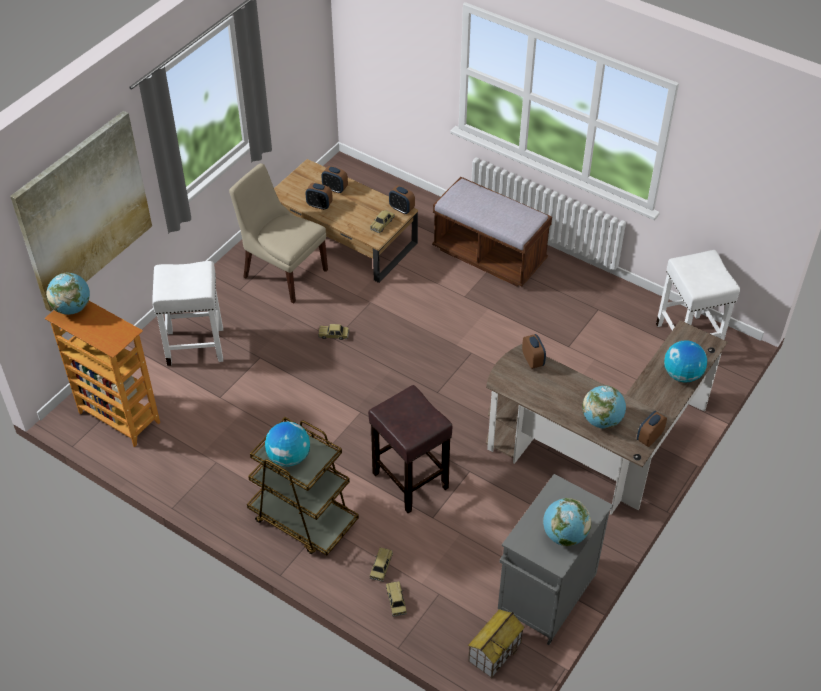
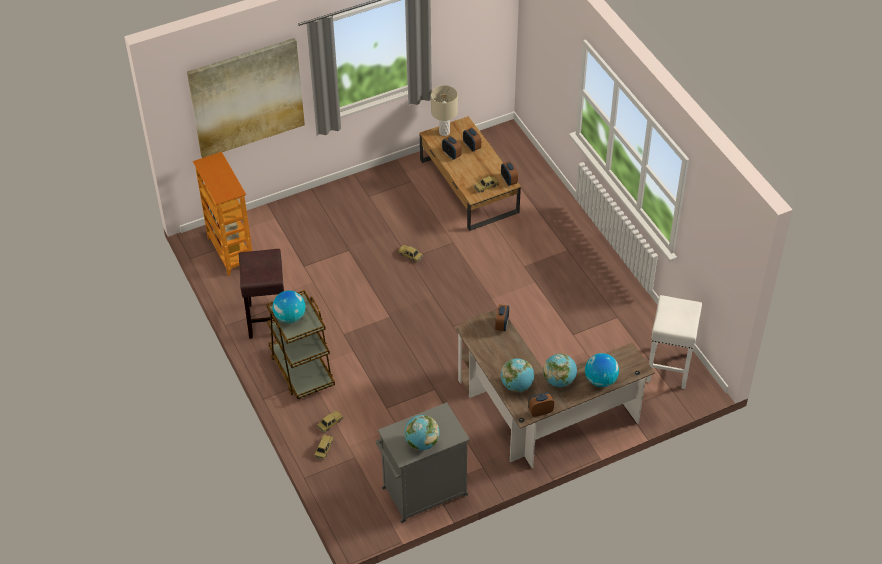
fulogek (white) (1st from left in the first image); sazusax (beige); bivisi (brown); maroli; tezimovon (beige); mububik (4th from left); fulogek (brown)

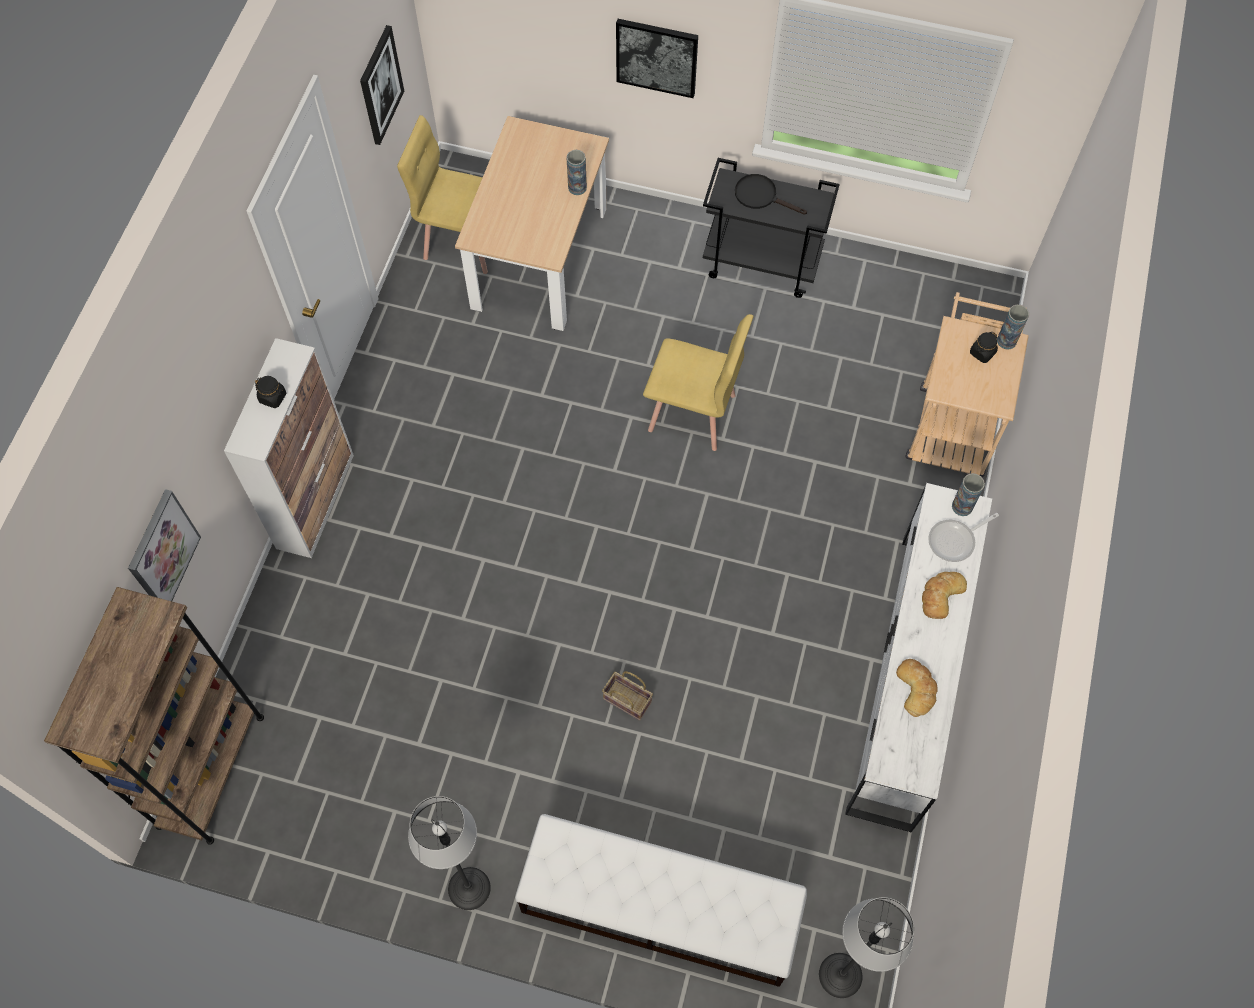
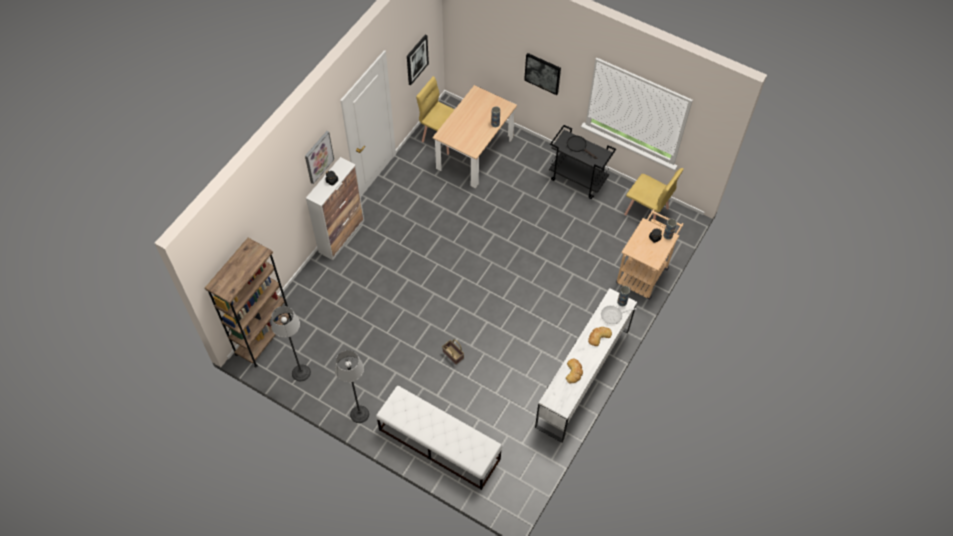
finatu (1st from left); sazusax (yellow) (2nd from left); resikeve (1st from left)

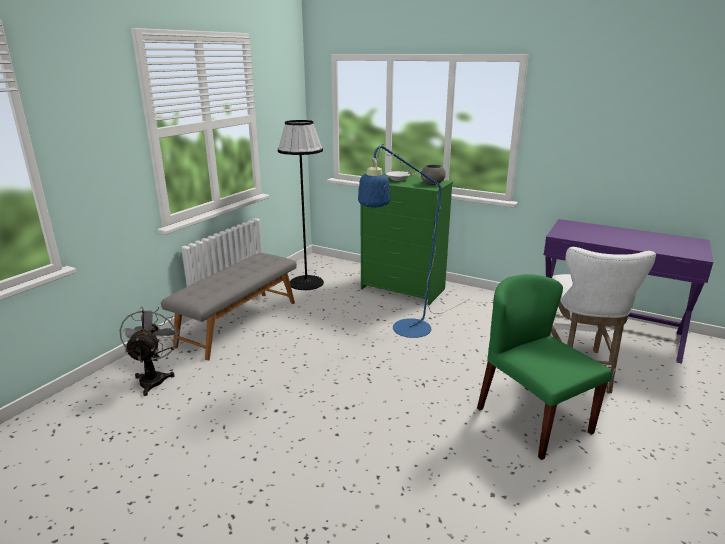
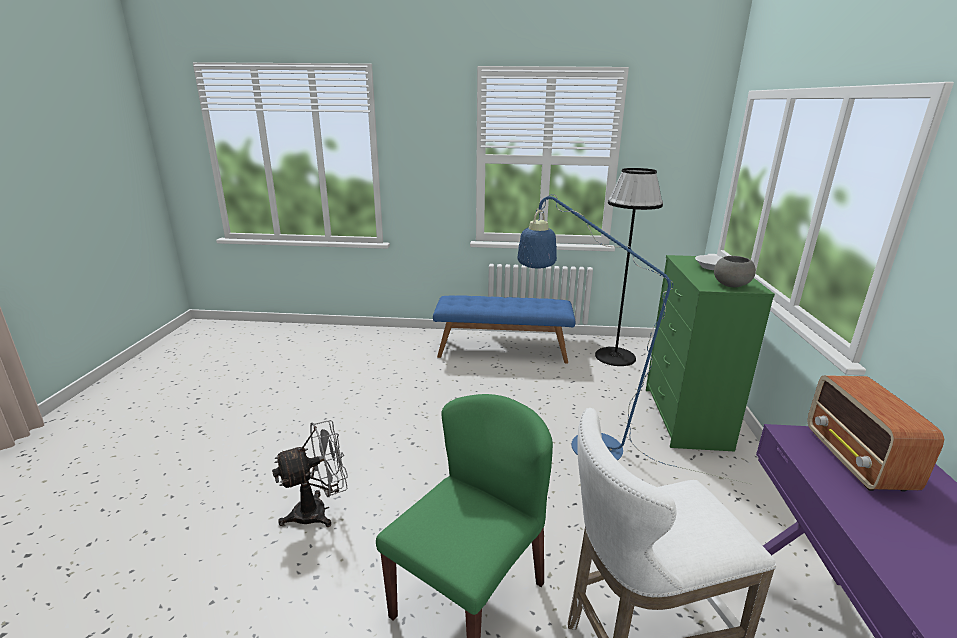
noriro; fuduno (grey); bivisi (blue)

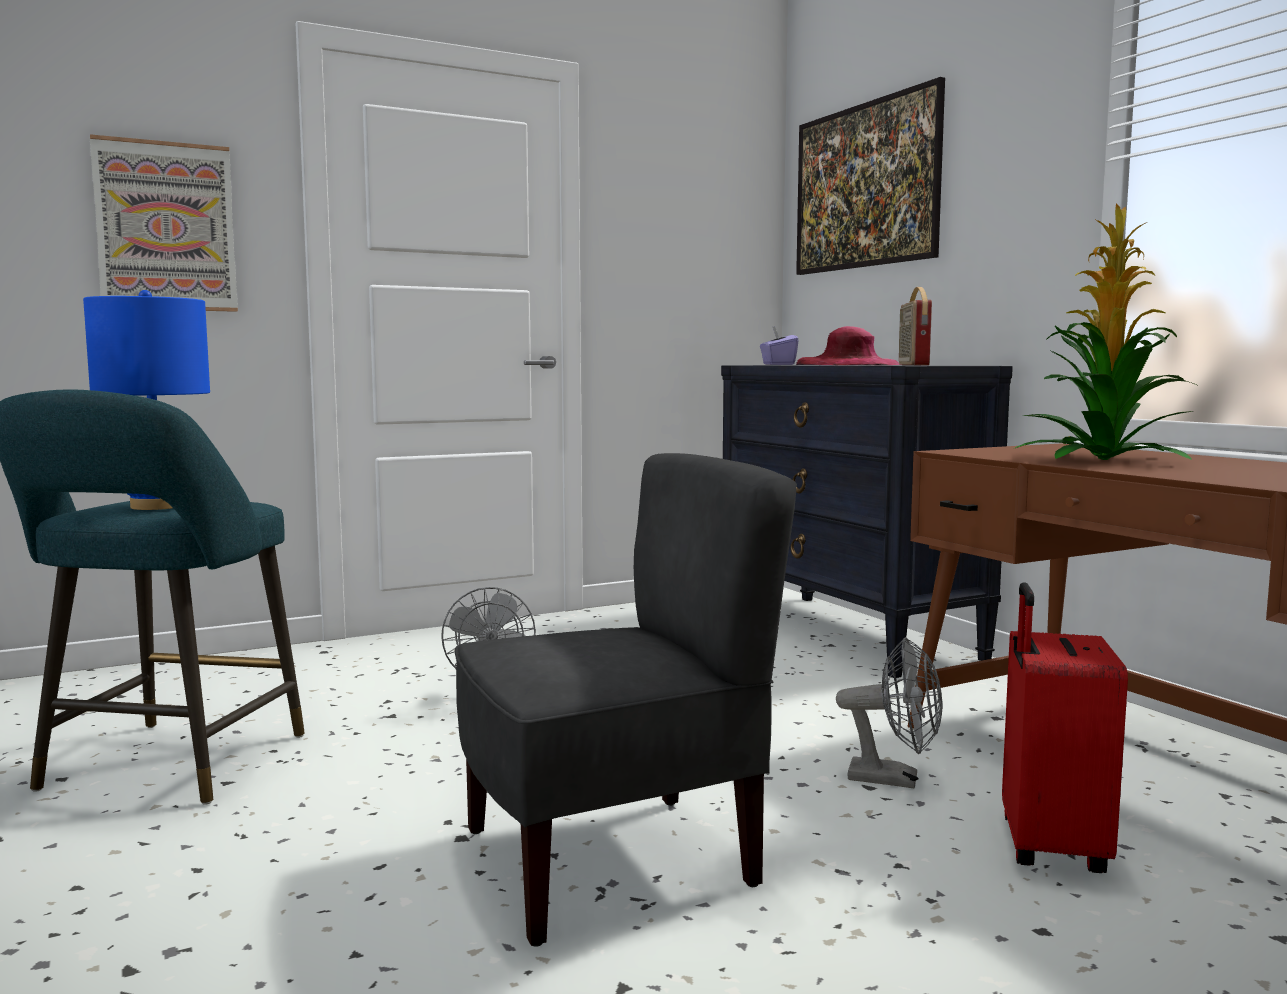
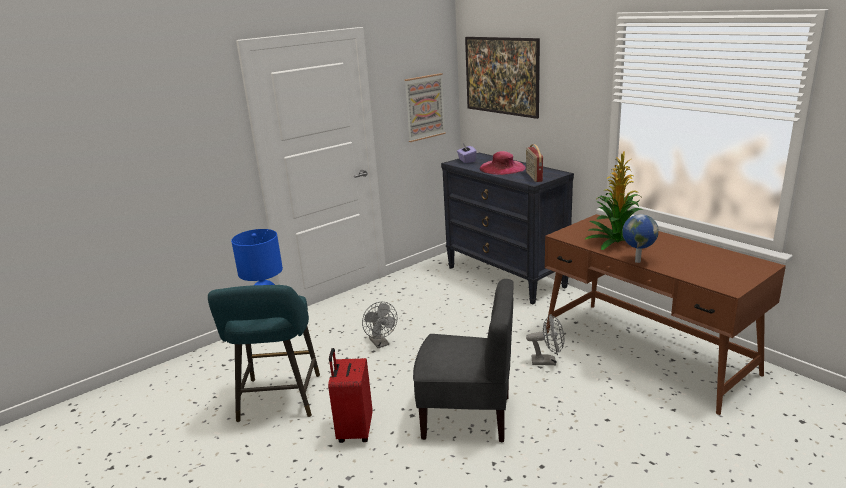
mububik; finatu (1st from left); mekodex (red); sazusax (grey)

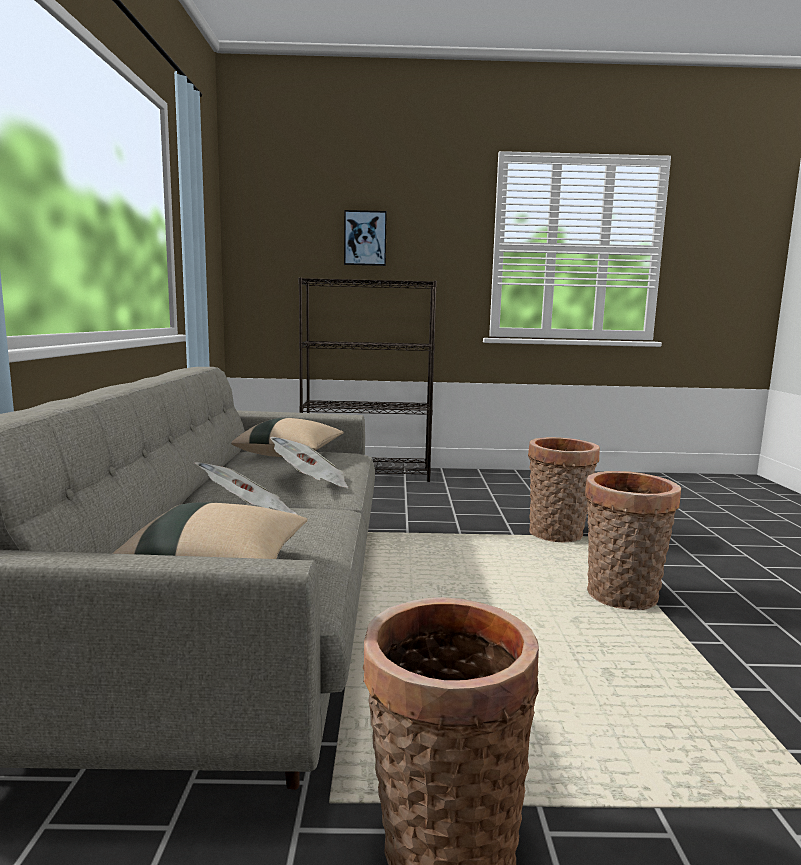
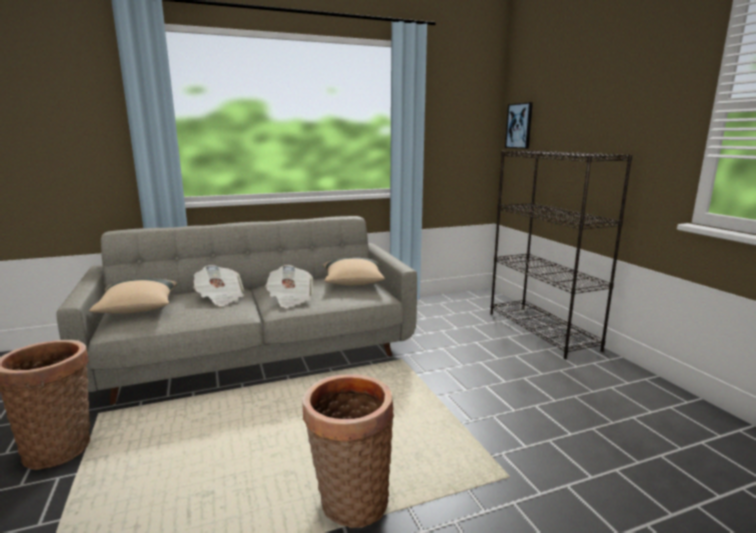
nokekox (2nd from left in the first image); finatu

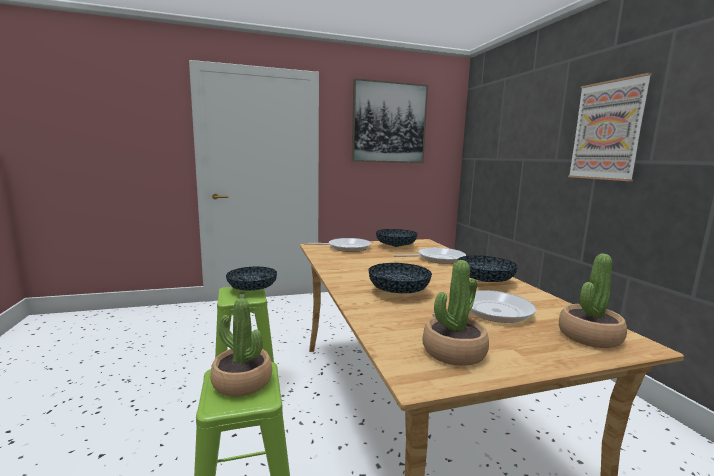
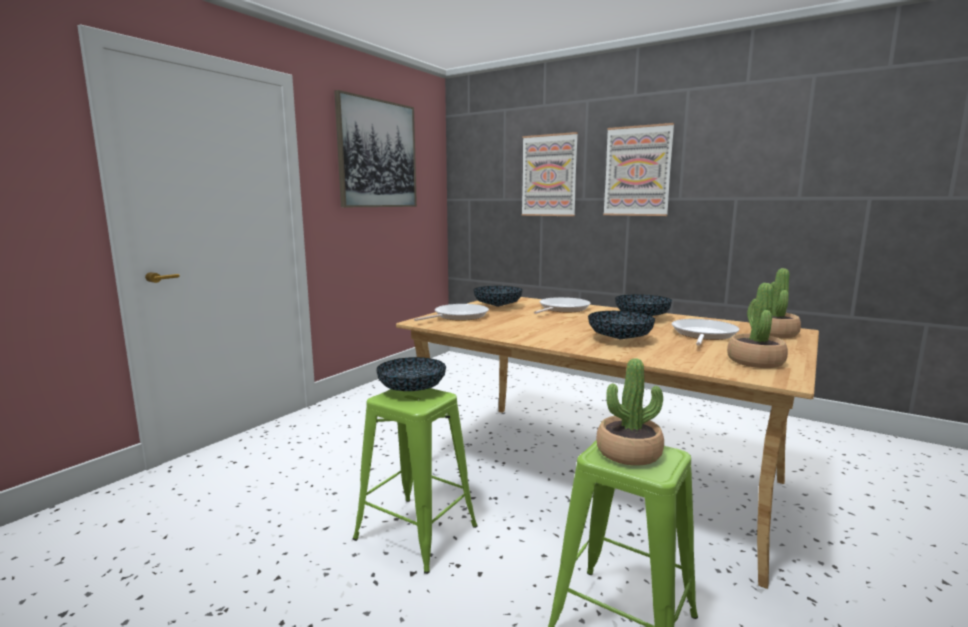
finatu (2nd from left)

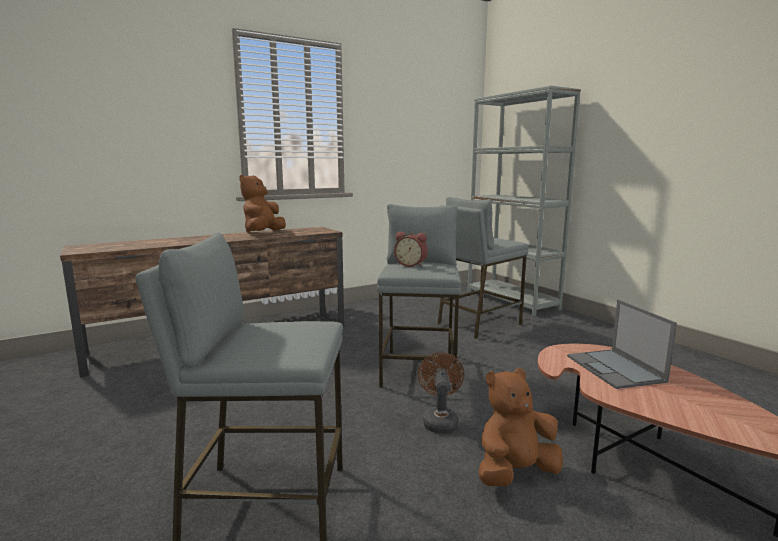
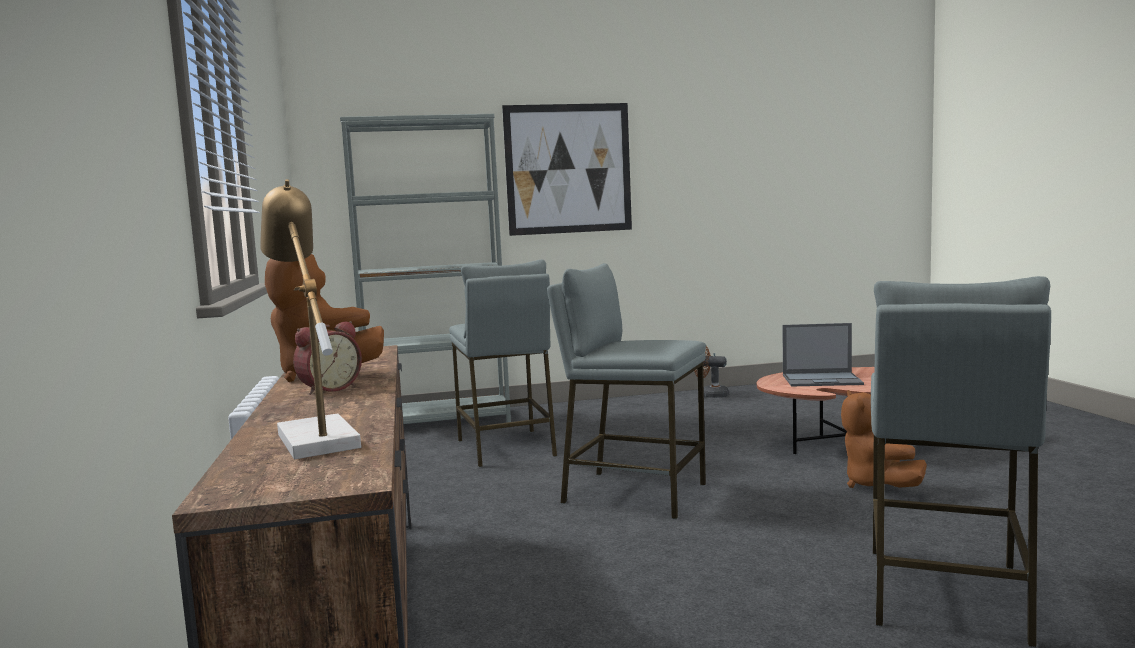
tezimovon; finatu; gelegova; fuduno (brown)

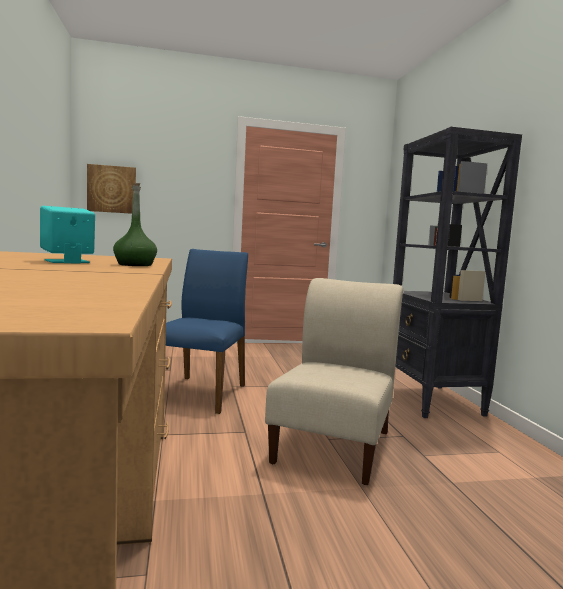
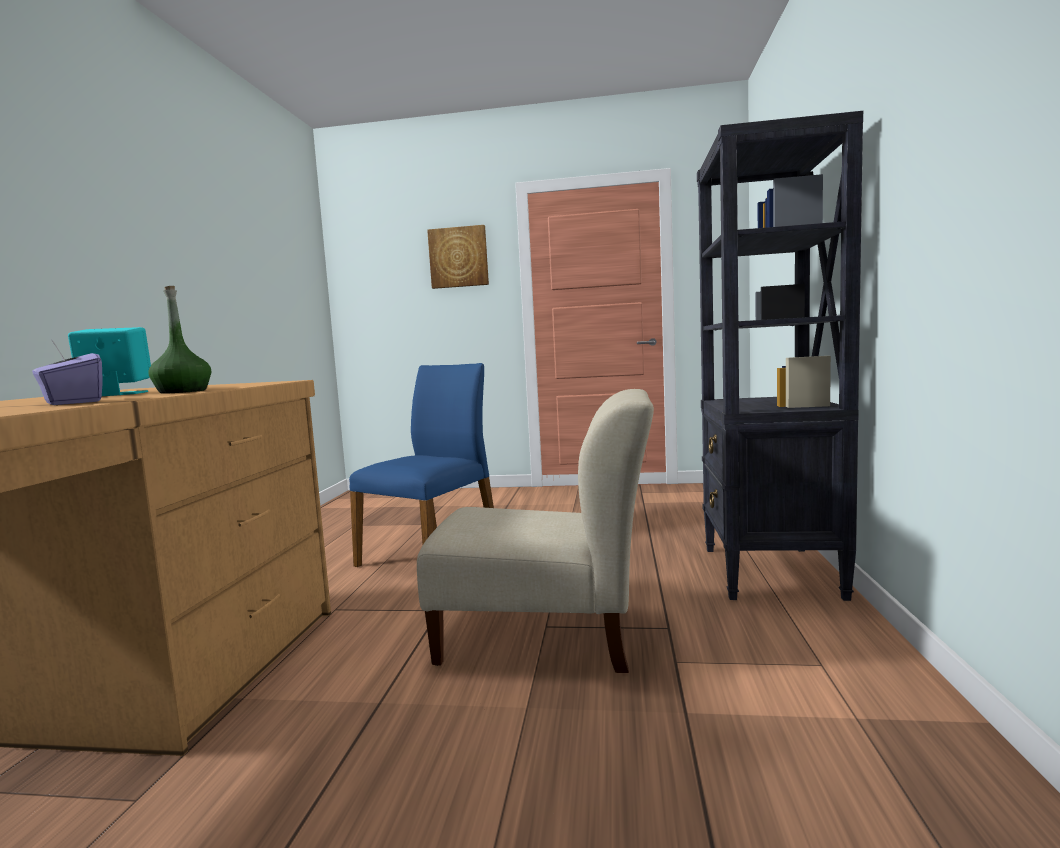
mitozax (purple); finatu; sazusax (beige)

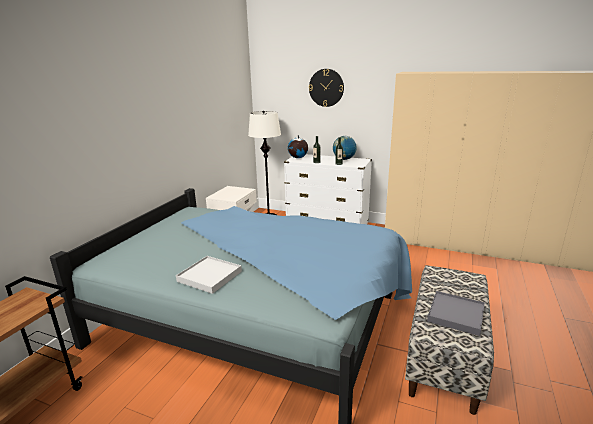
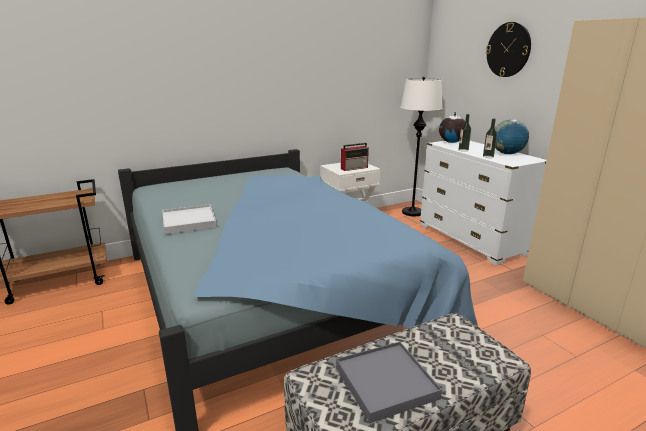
noriro

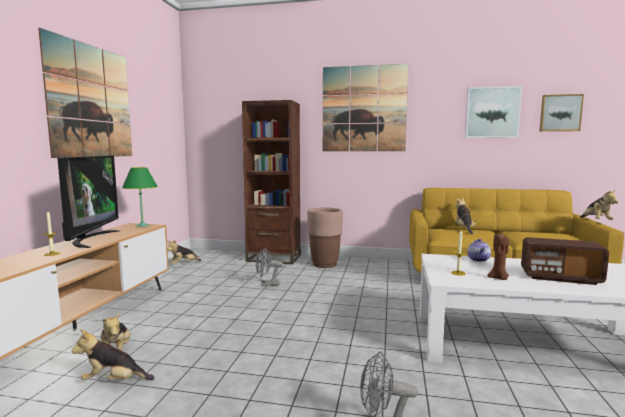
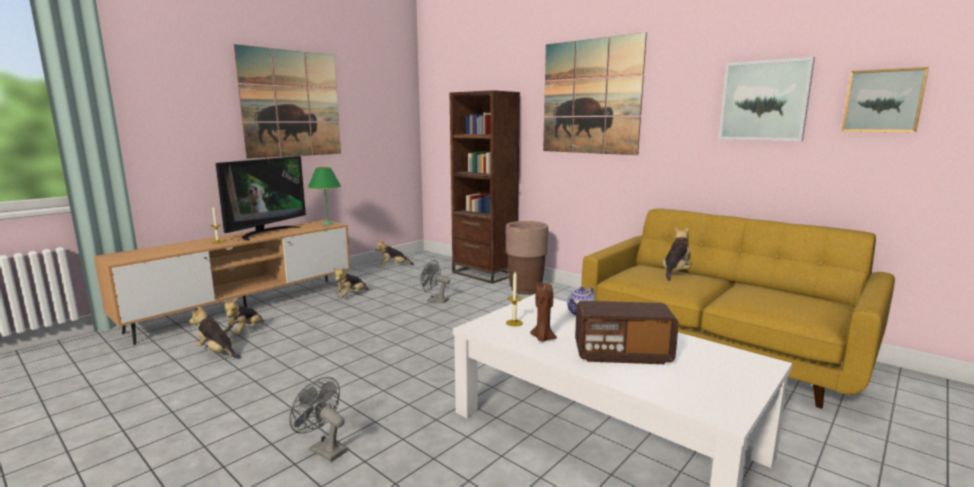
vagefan (3rd from left); noriro

